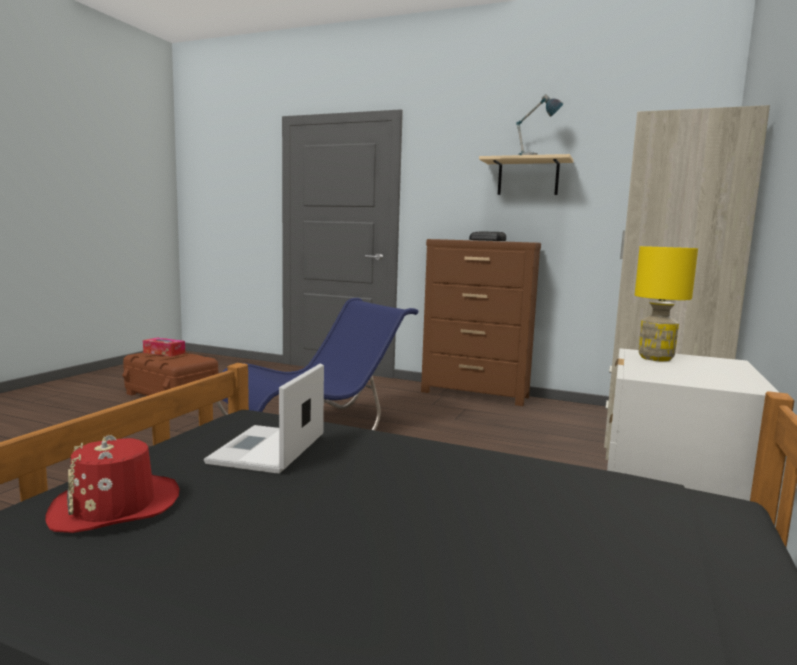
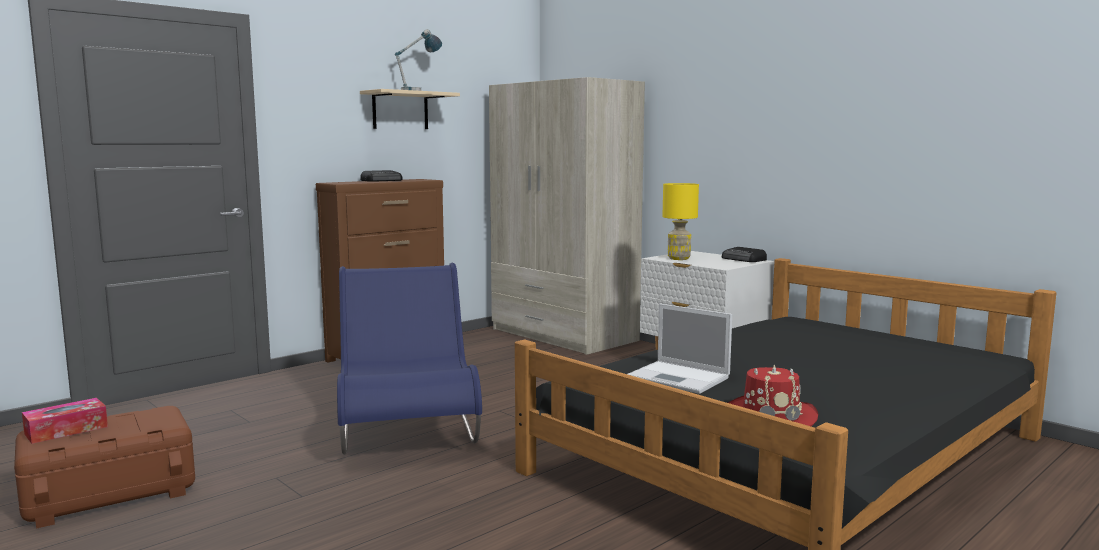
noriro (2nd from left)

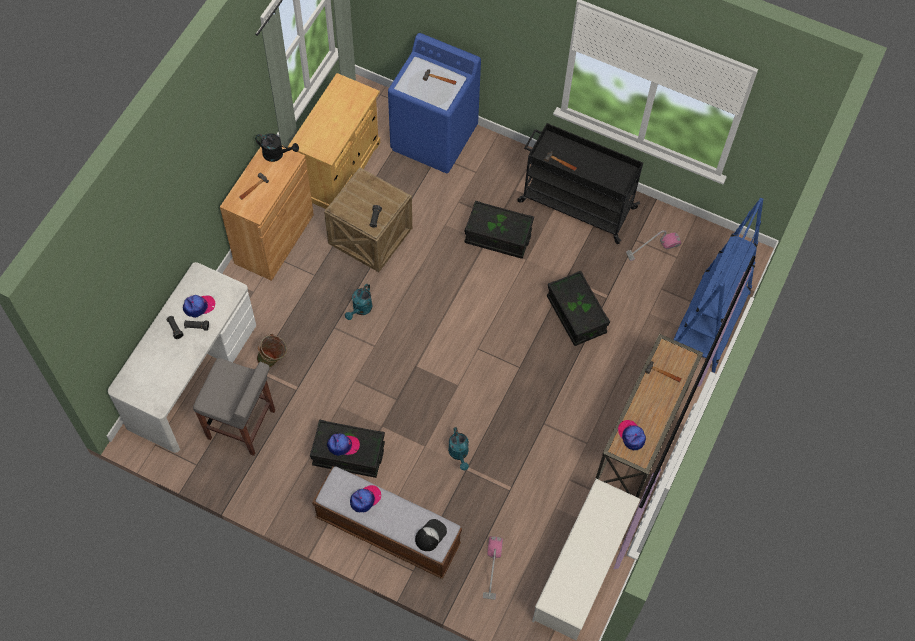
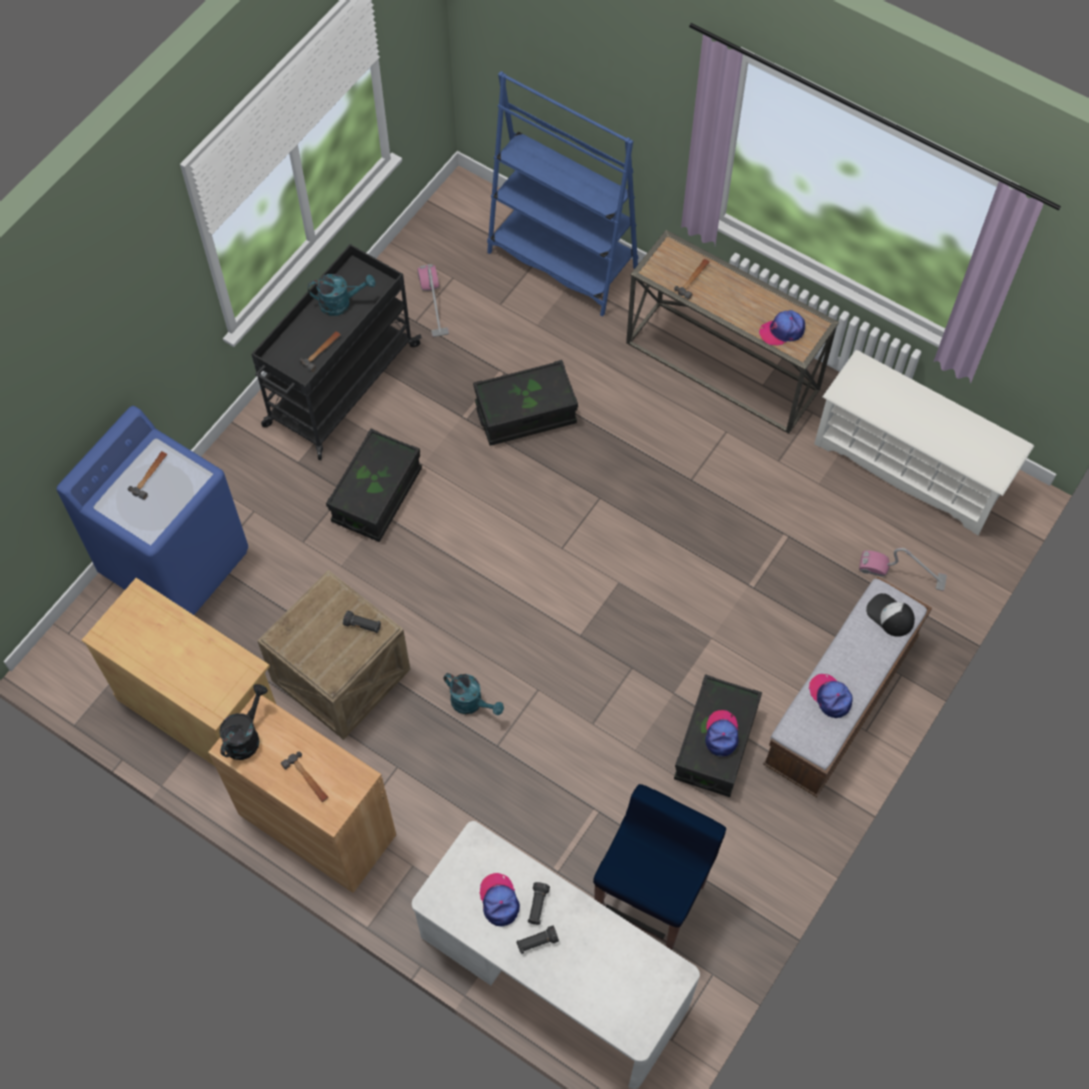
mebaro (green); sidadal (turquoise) (1st from left); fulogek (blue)

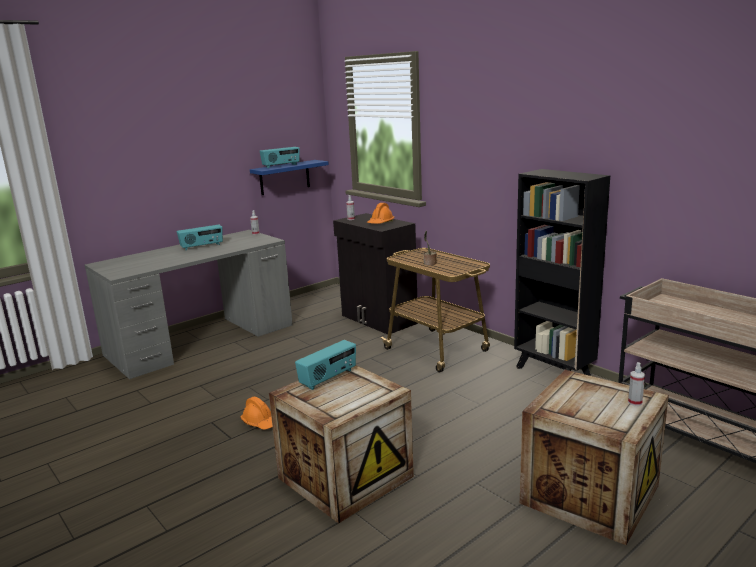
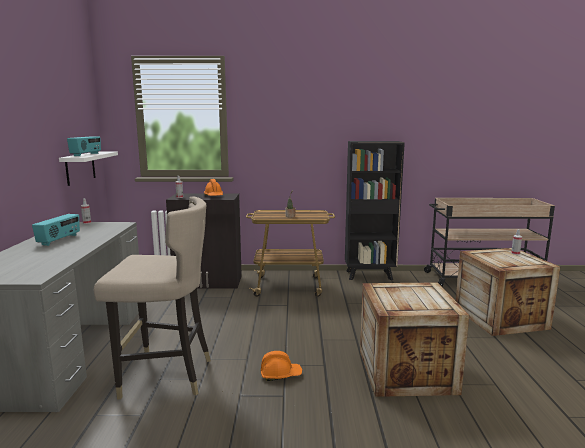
noriro (3rd from left in the first image); fulogek (beige); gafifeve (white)

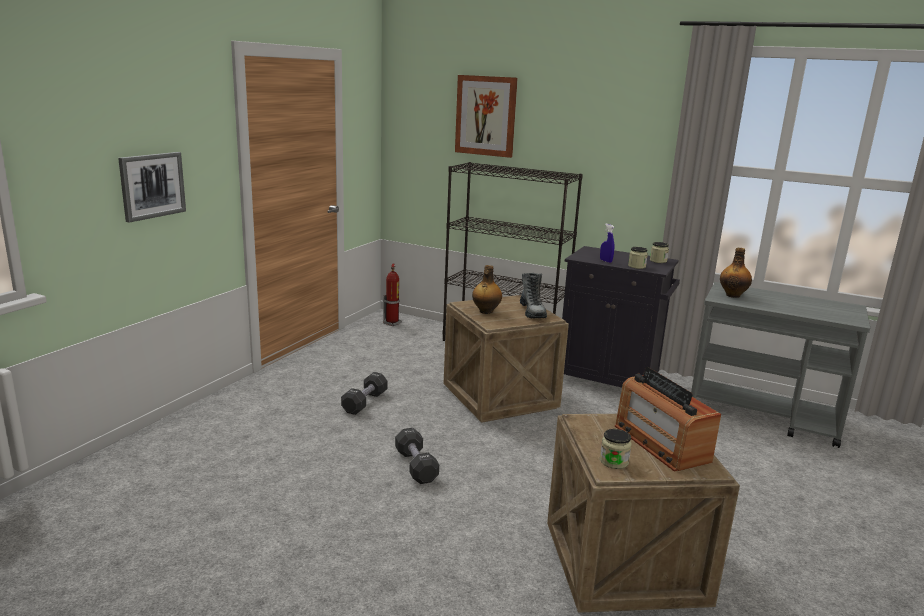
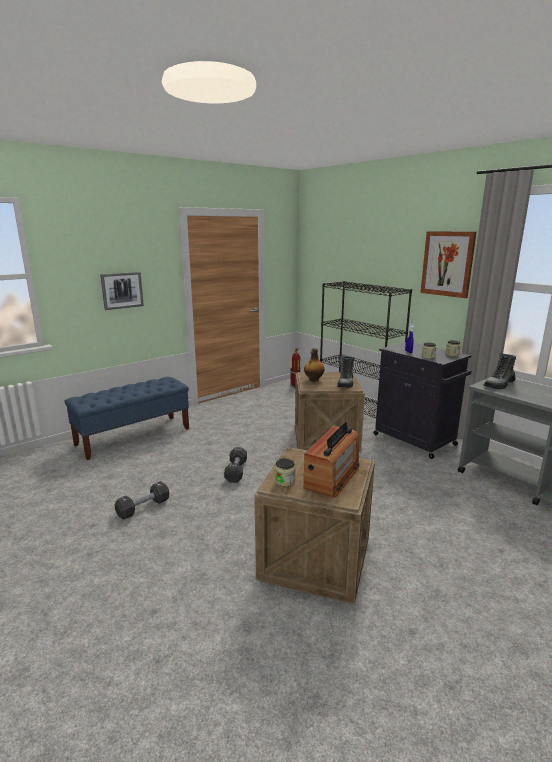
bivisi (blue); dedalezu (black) (1st from left); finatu (2nd from left); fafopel (2nd from left); noriro

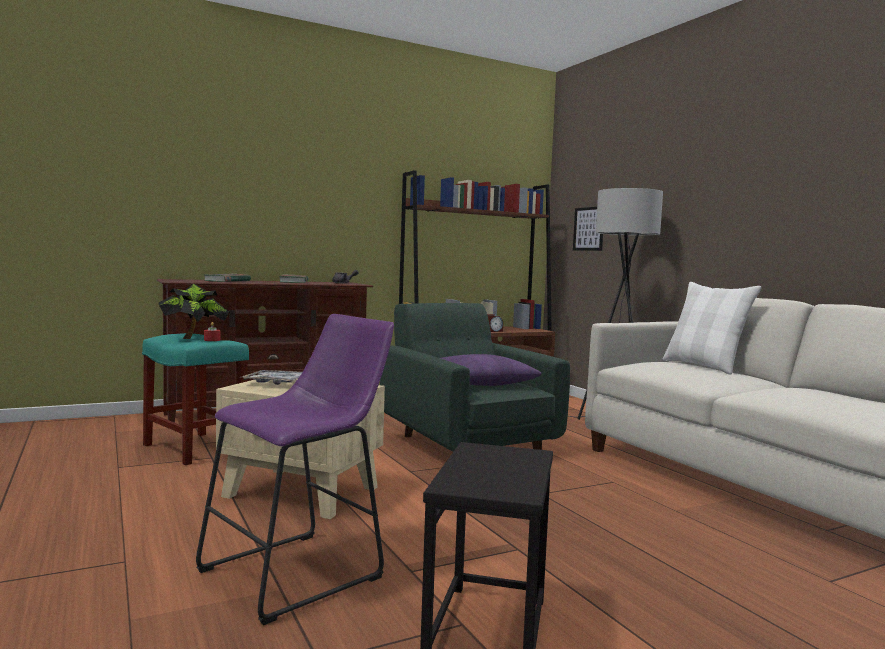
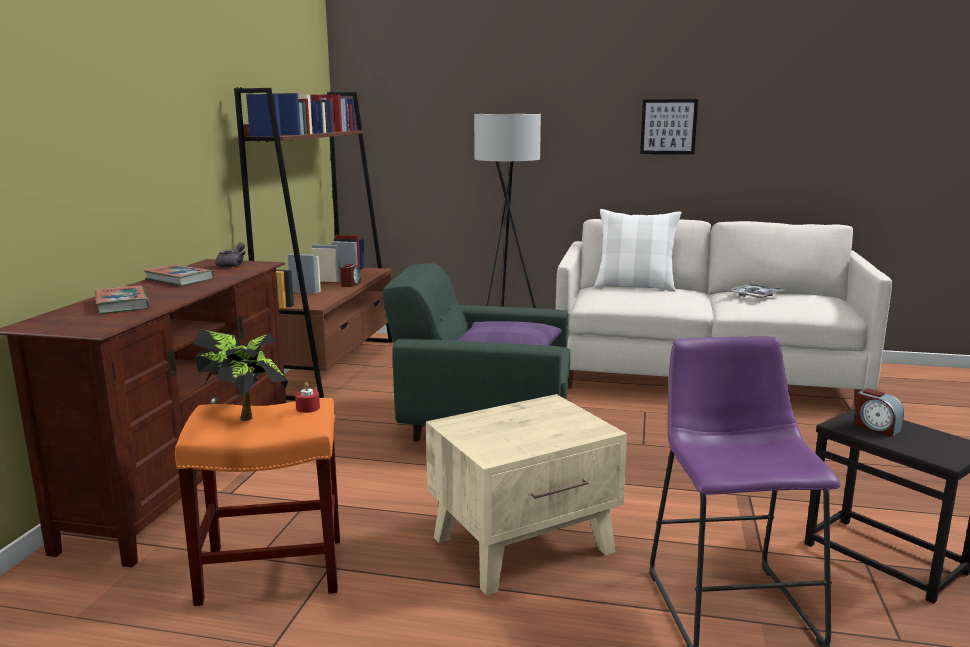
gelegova (2nd from left); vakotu; finatu; fulogek (orange)

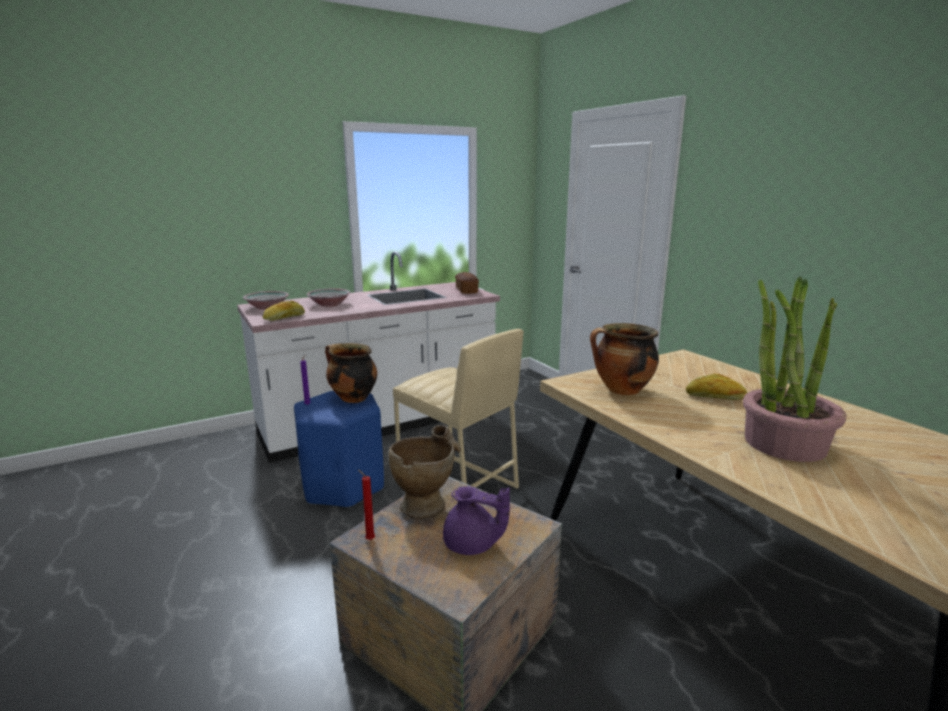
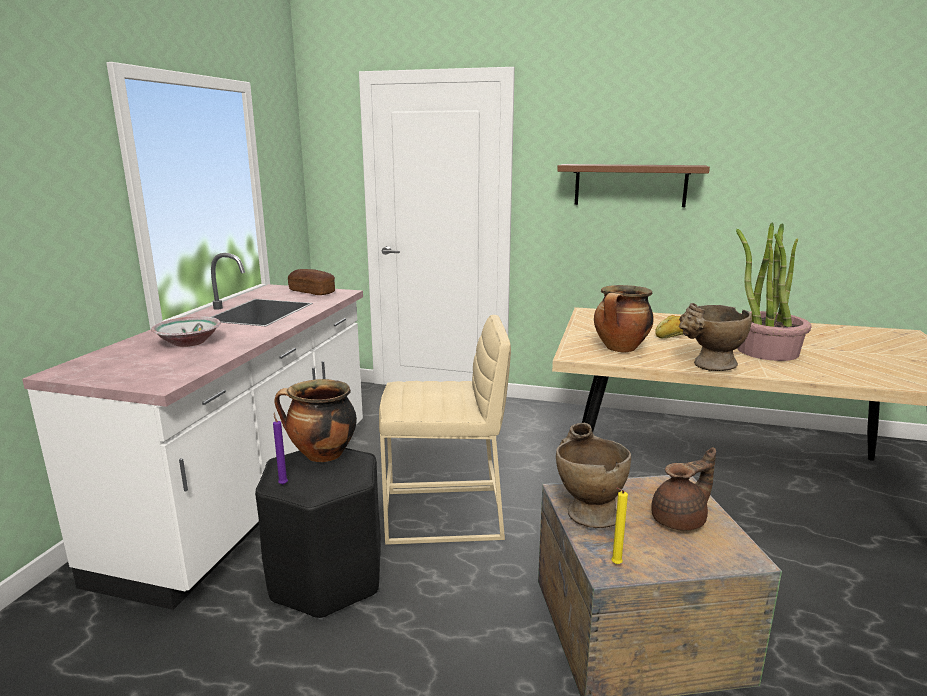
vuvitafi (1st from left in the first image); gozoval (1st from left in the first image); gafifeve (brown); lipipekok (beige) (2nd from left); fulogek (black); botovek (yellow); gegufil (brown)

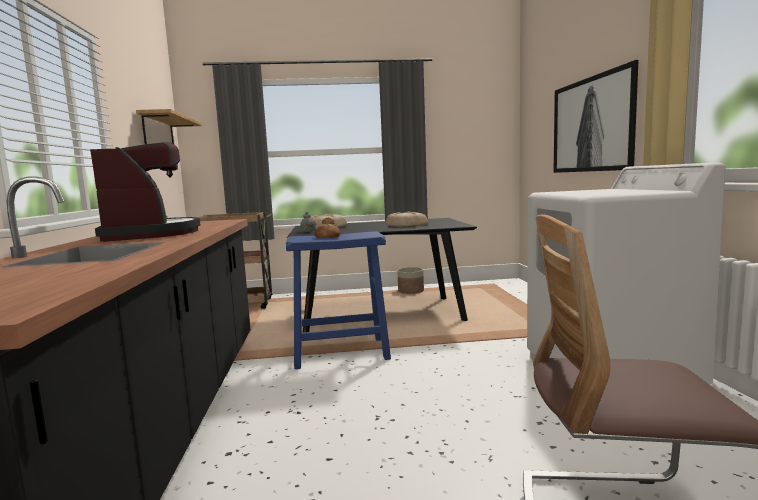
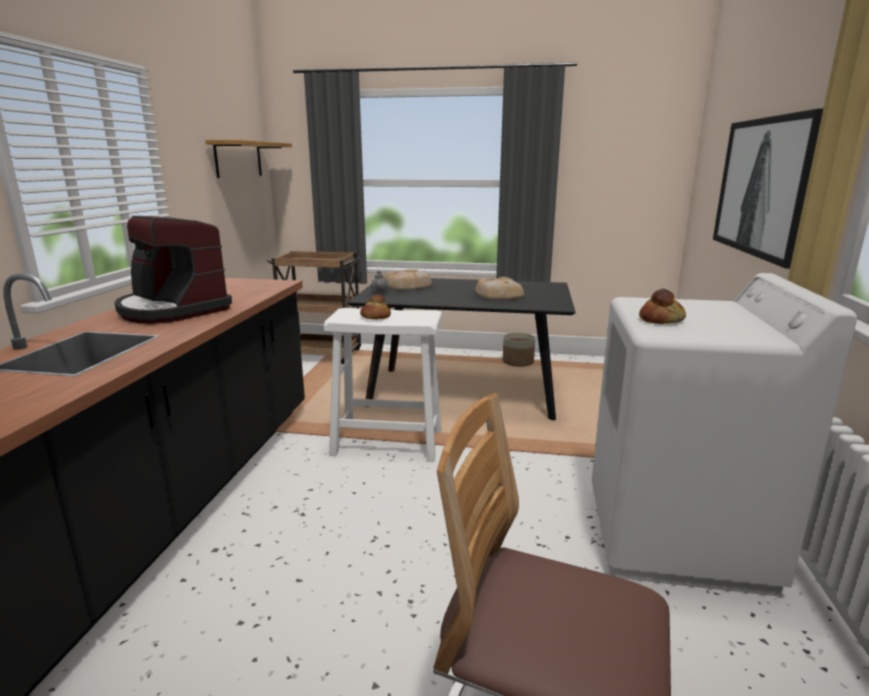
gozoval (4th from left); fulogek (white); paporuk

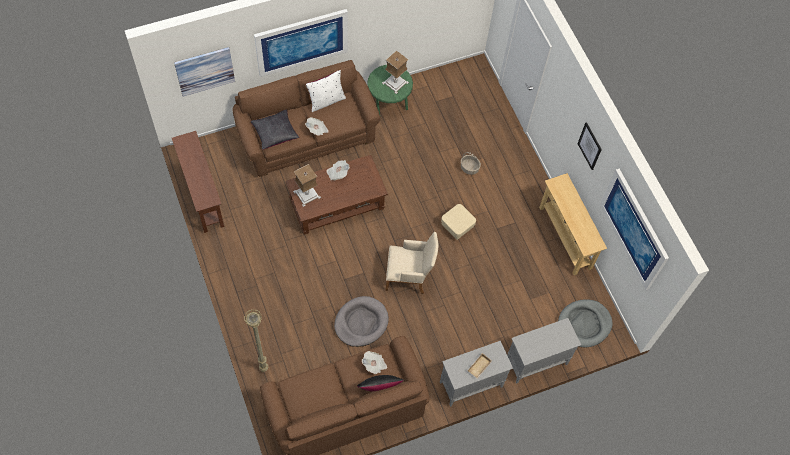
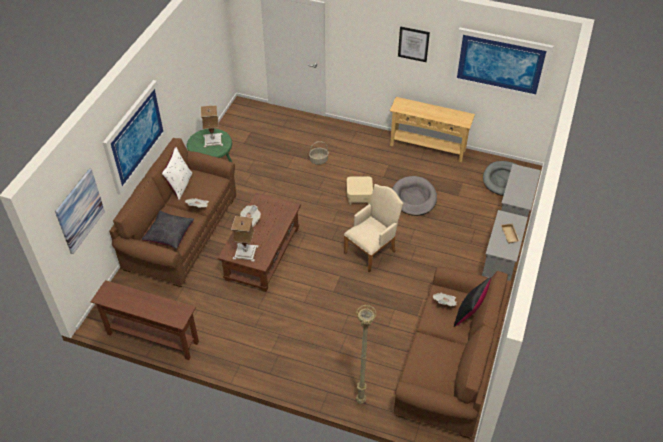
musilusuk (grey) (1st from left)

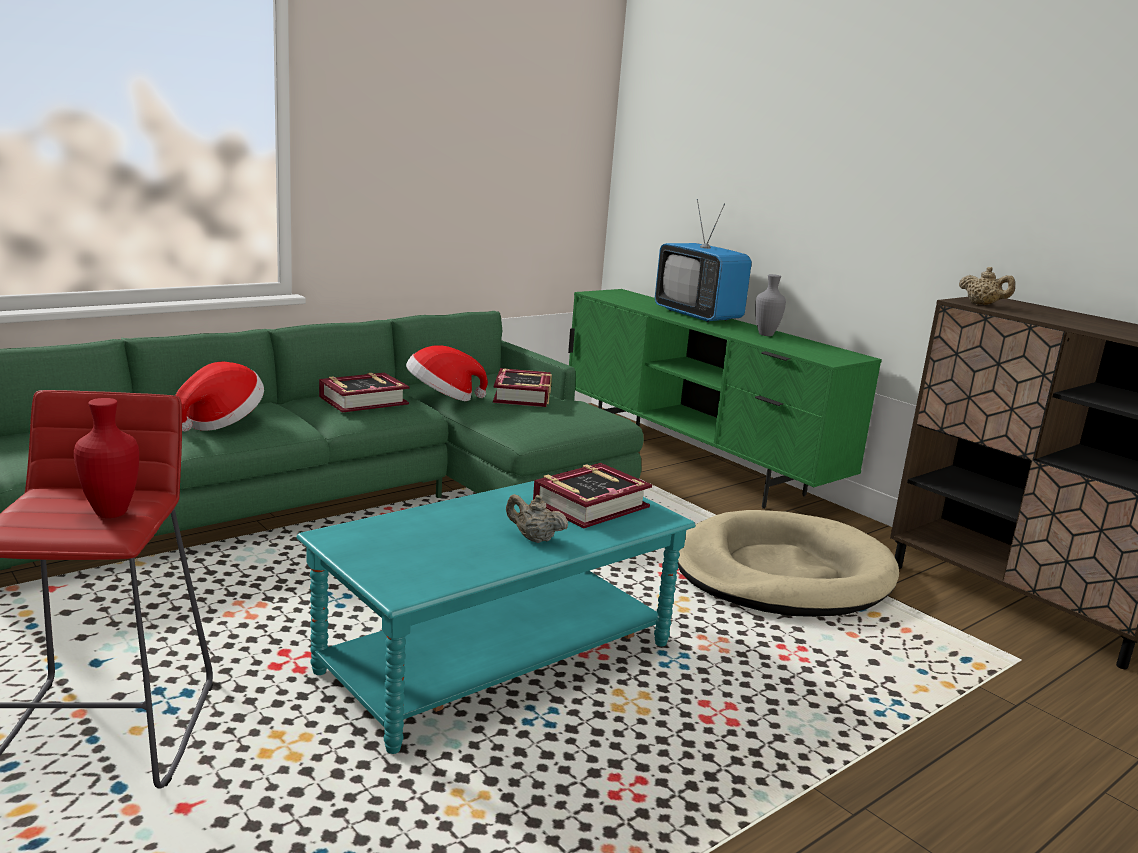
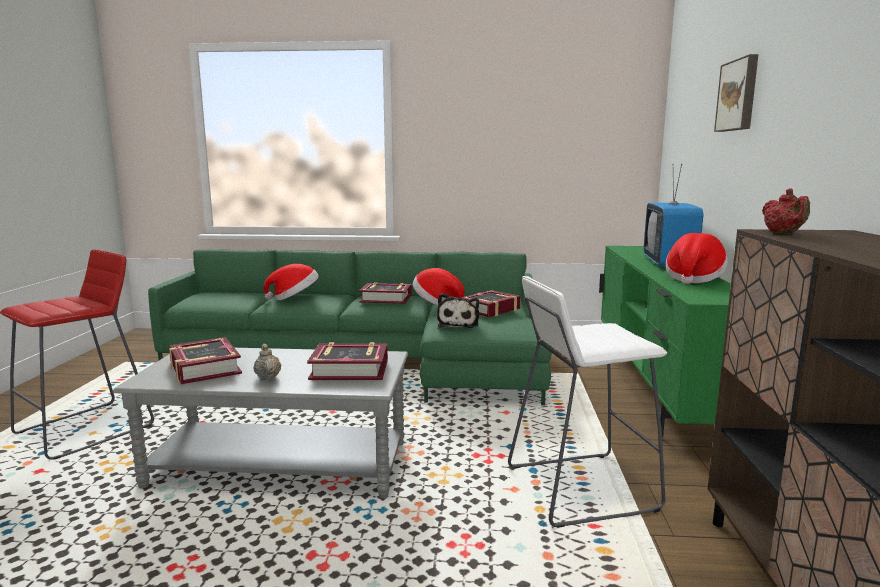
lipipekok (red); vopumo (1st from left); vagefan; finatu; fulogek (white); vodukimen (3rd from left); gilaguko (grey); gegufil (red)

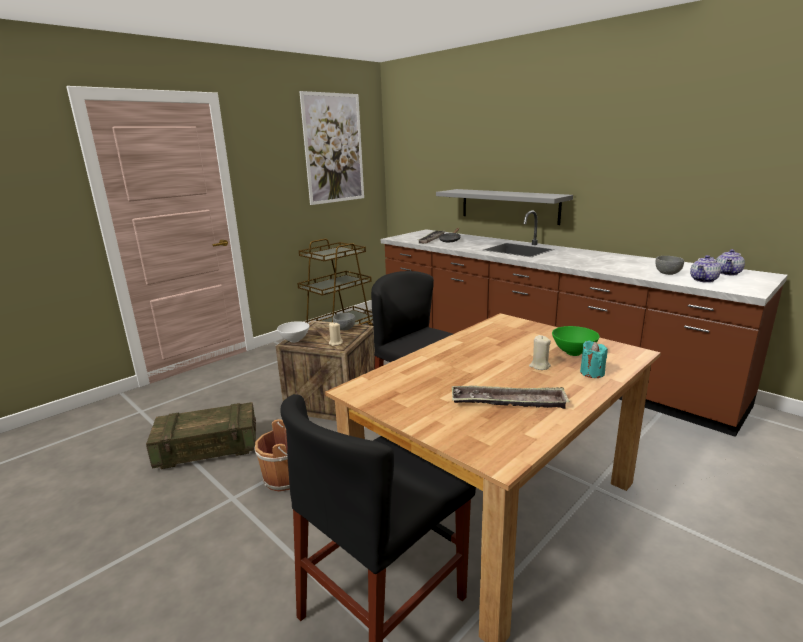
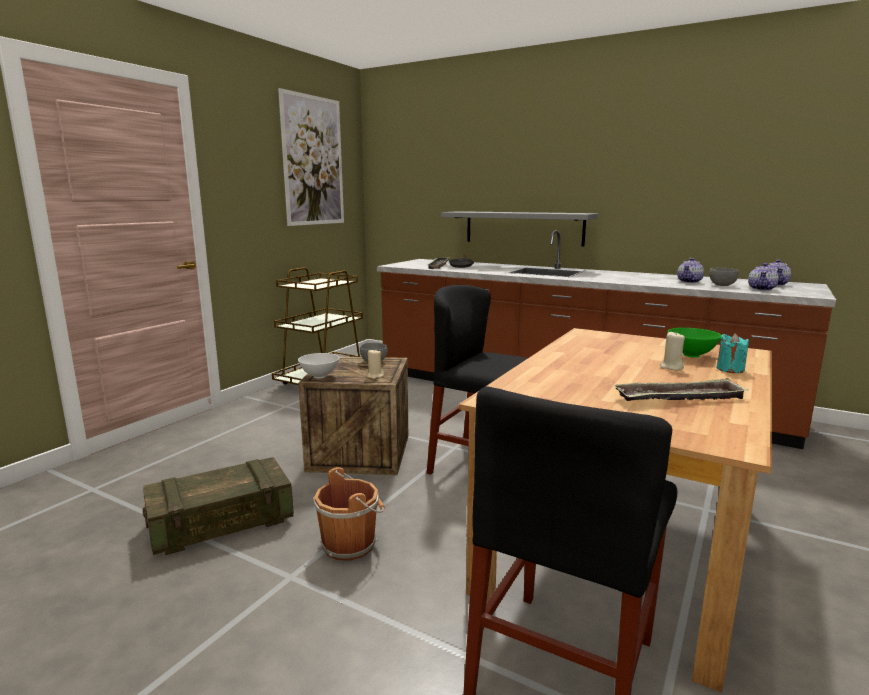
gegufil (1st from left)

